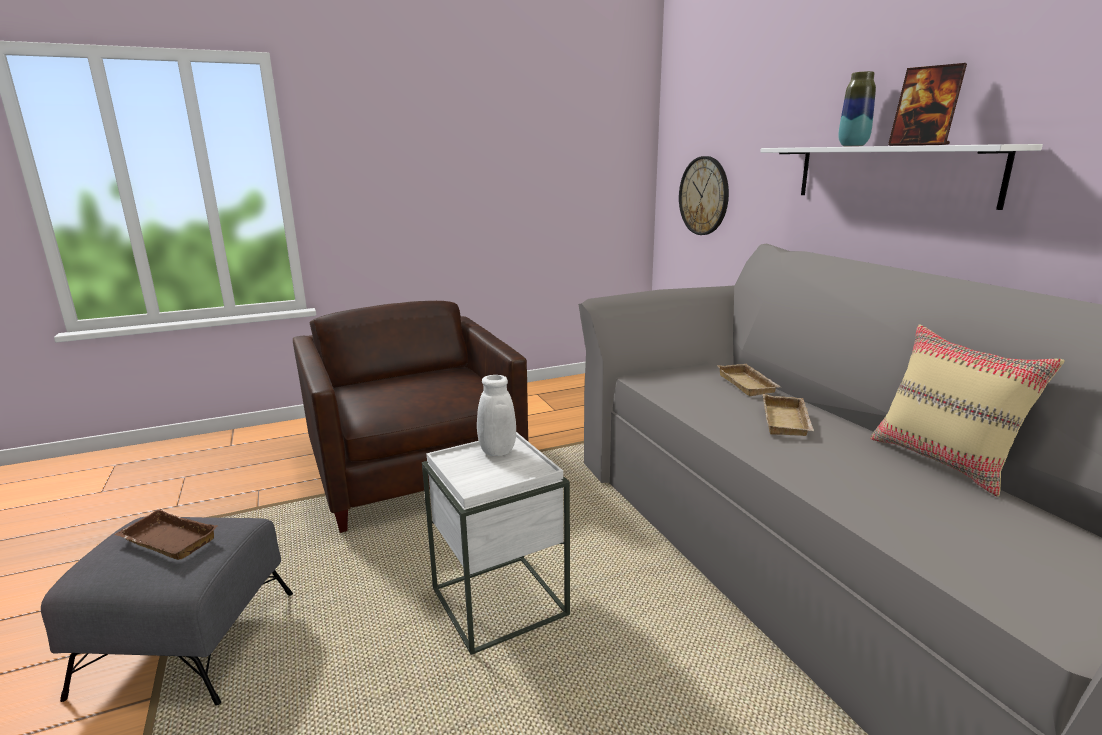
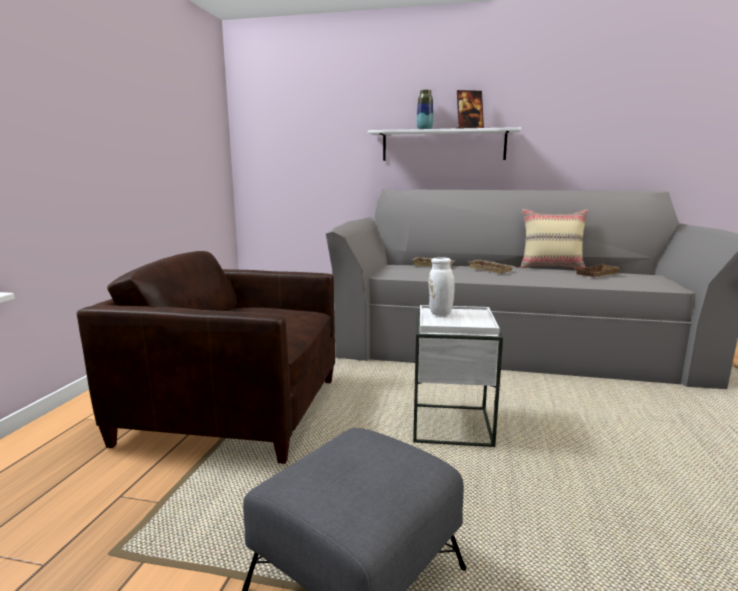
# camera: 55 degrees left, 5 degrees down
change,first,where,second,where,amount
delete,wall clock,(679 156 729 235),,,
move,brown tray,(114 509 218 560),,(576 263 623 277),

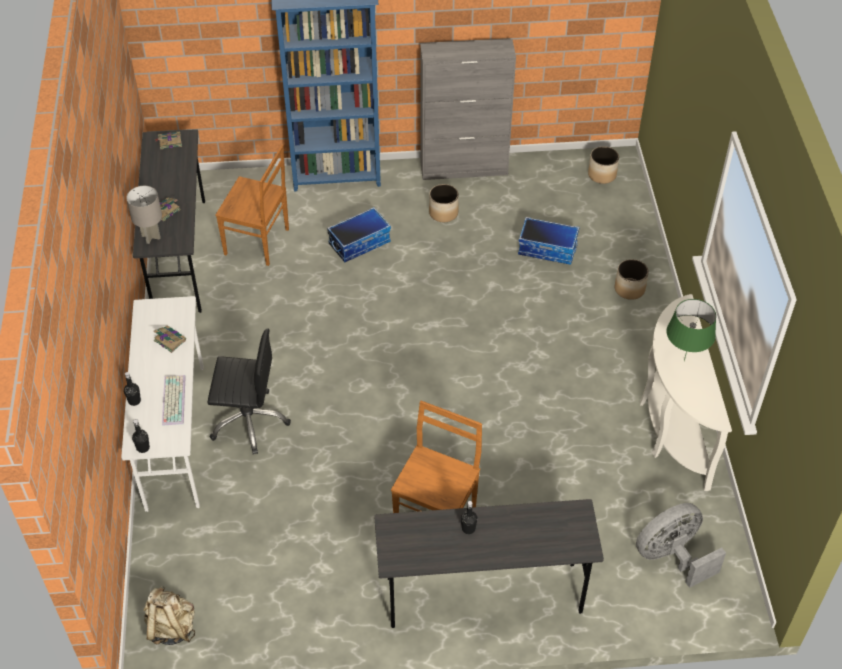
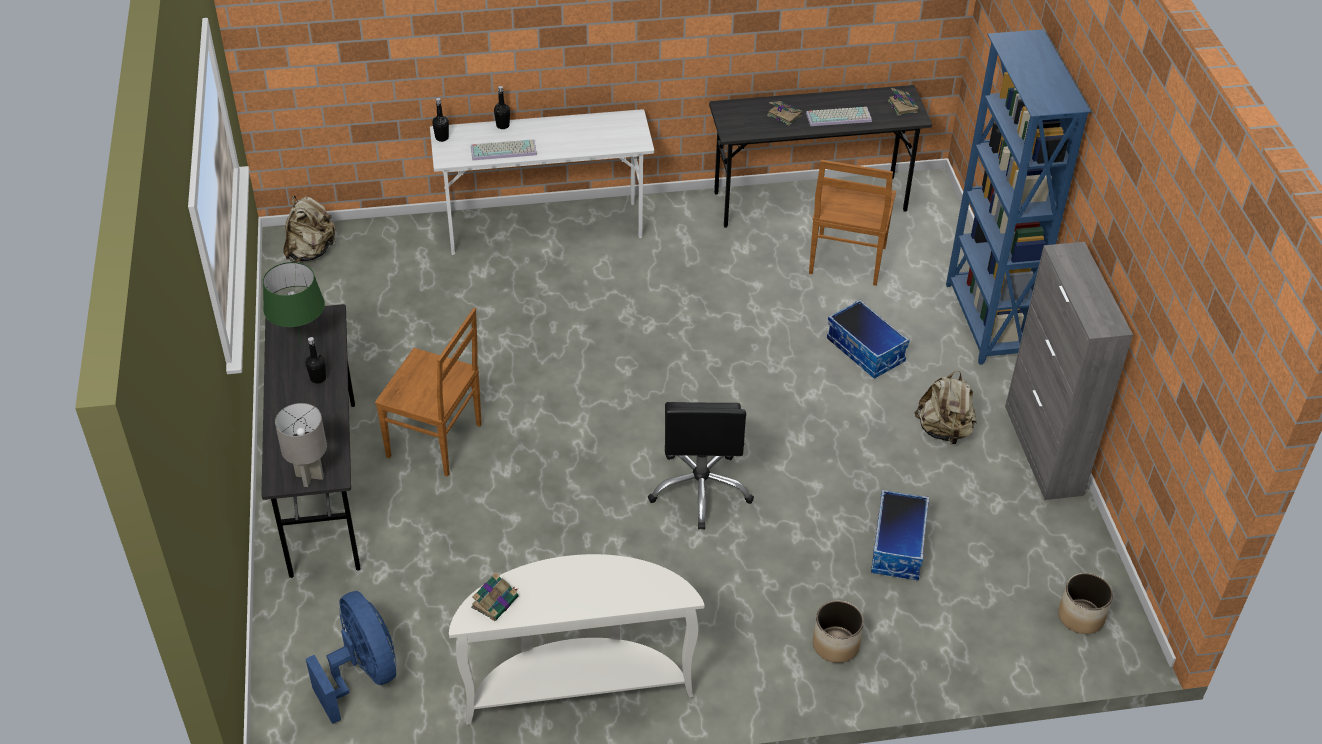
# camera: 85 degrees right, 5 degrees down
change,first,where,second,where,amount
insert,,,keyboard,(806 107 872 126),
move,grey table lamp,(126 186 162 244),,(275 403 327 487),
move,book,(153 325 186 353),,(471 572 519 621),
move,black office chair,(207 328 291 454),,(648 402 754 530),
move,green table lamp,(667 299 716 361),,(263 262 325 346),
replace,planter,(429 184 459 222),beige backpack,(915 371 977 444),
recolor,grey fan,(636 503 726 588),blue fan,(306 591 396 724),

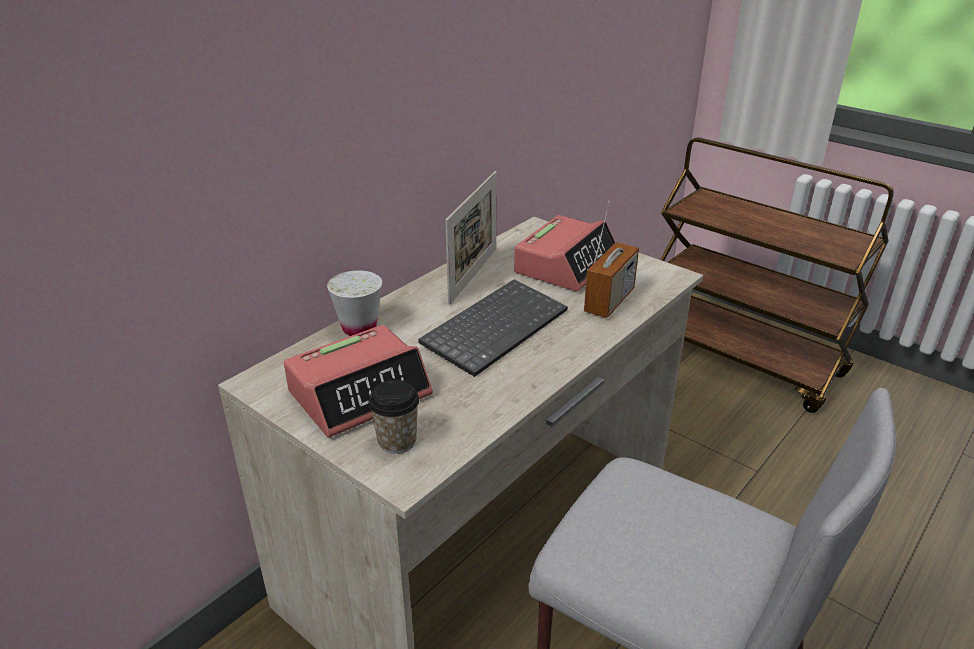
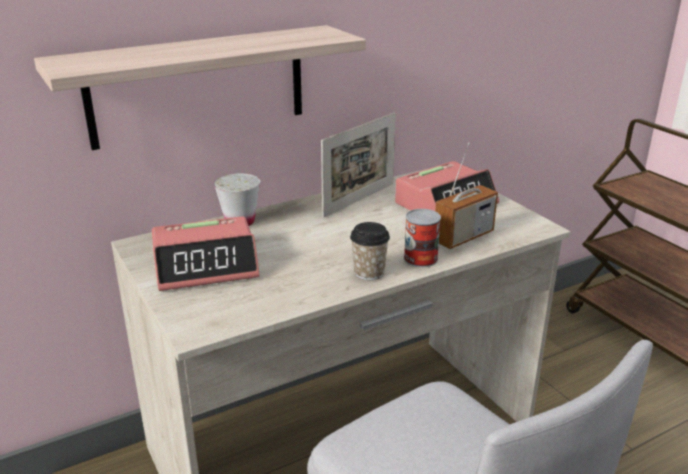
# camera: 20 degrees right, 5 degrees down
change,first,where,second,where,amount
delete,keyboard,(418 279 568 377),,,
insert,,,shelf,(34 25 366 150),
insert,,,can,(404 209 441 267),
move,cup,(368 380 419 454),,(350 222 390 280),

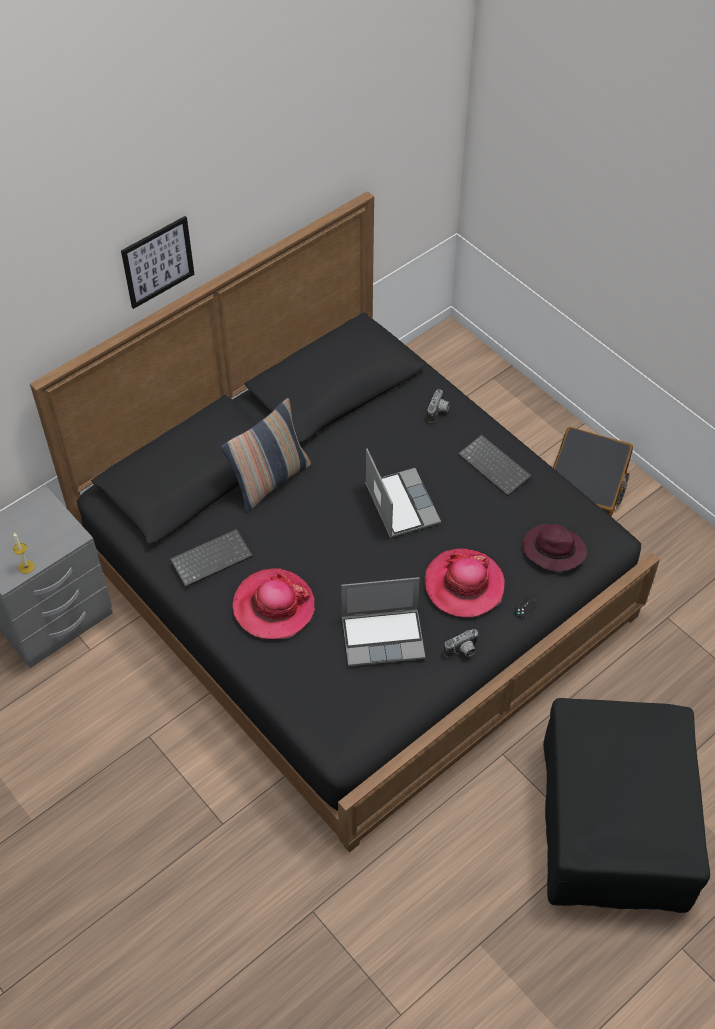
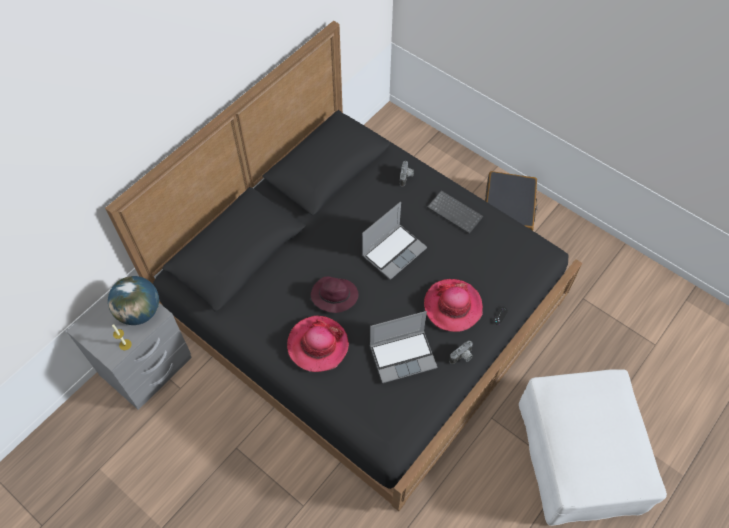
# camera: 10 degrees left, 5 degrees up
change,first,where,second,where,amount
delete,picture,(121 216 195 309),,,
delete,keyboard,(170 529 252 587),,,
delete,pillow,(221 398 311 513),,,
insert,,,globe,(108 276 159 325),
move,purple hat,(522 524 587 572),,(311 276 359 313),
recolor,black ottoman,(543 698 710 913),white ottoman,(519 369 667 526),
rotate,laptop,(365 448 441 538),,(362 202 427 280),75 degrees clockwise

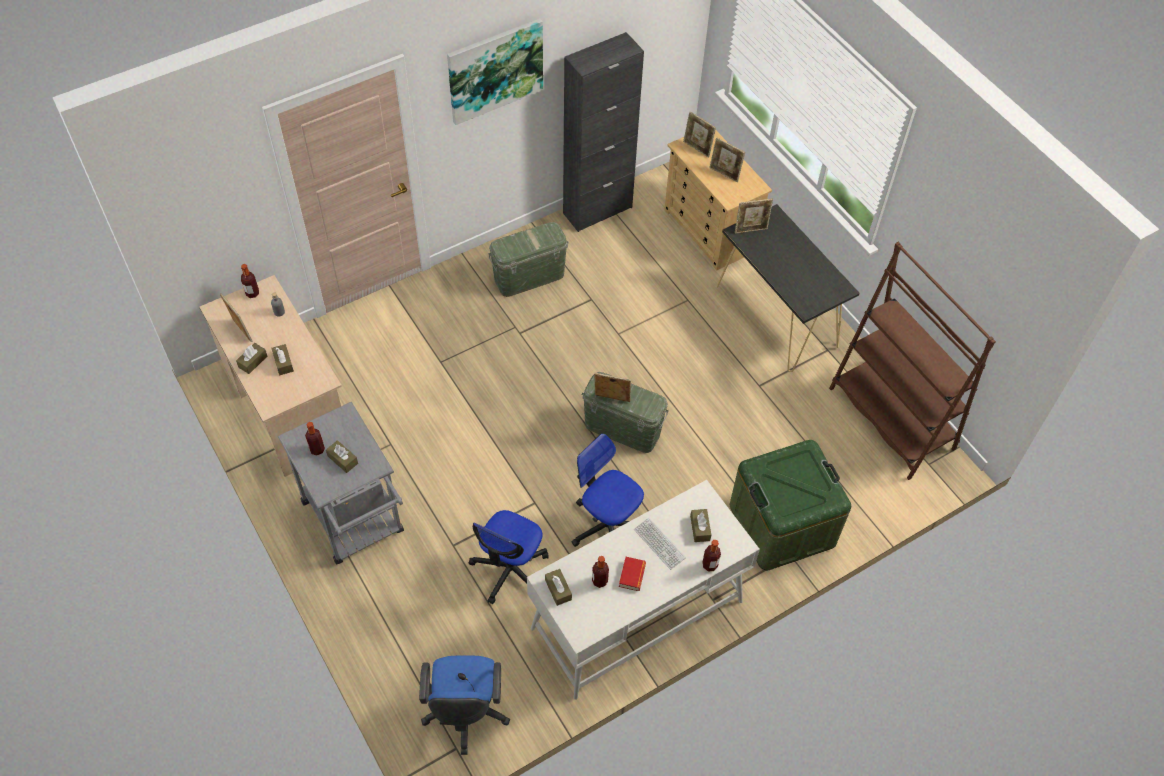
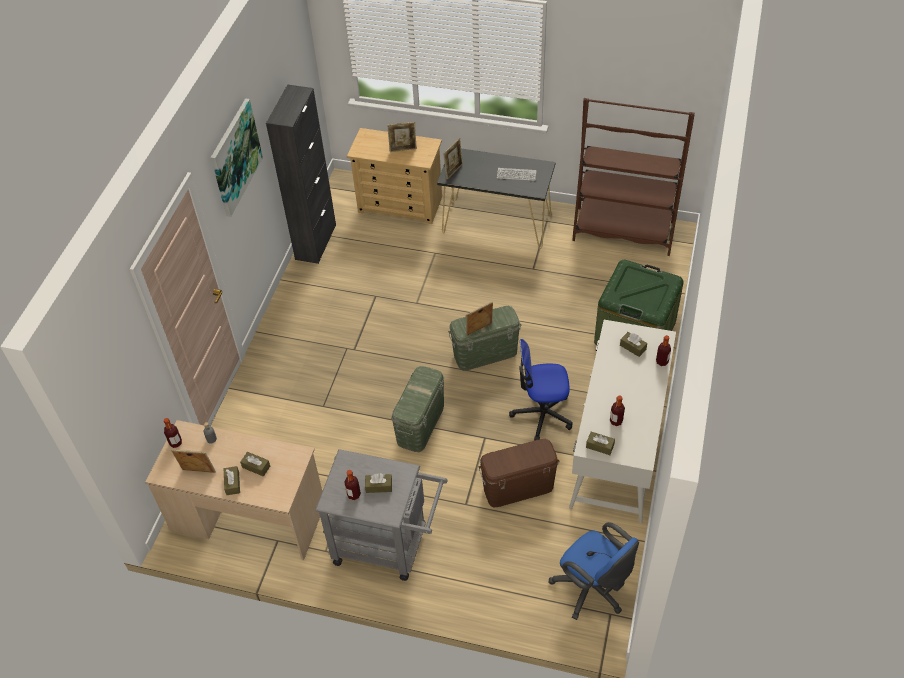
# camera: 40 degrees left, 5 degrees down
change,first,where,second,where,amount
delete,book,(619 557 646 591),,,
delete,picture frame,(683 112 716 158),,,
move,green storage box,(488 222 569 297),,(391 366 444 452),
move,keyboard,(634 518 686 570),,(497 168 536 181),
replace,office chair,(469 510 549 604),brown storage box,(478 439 560 507),

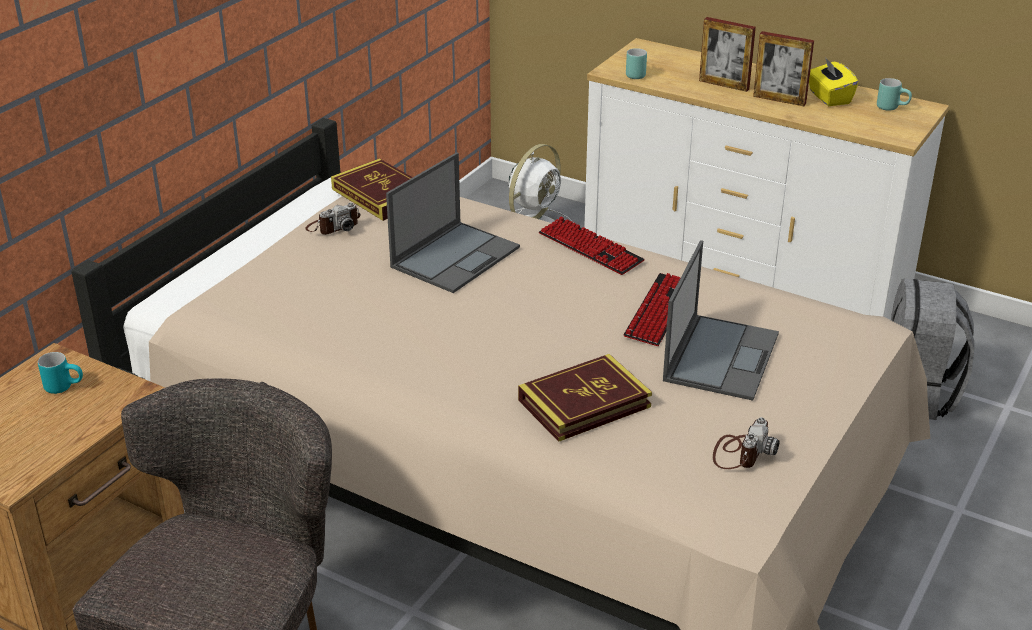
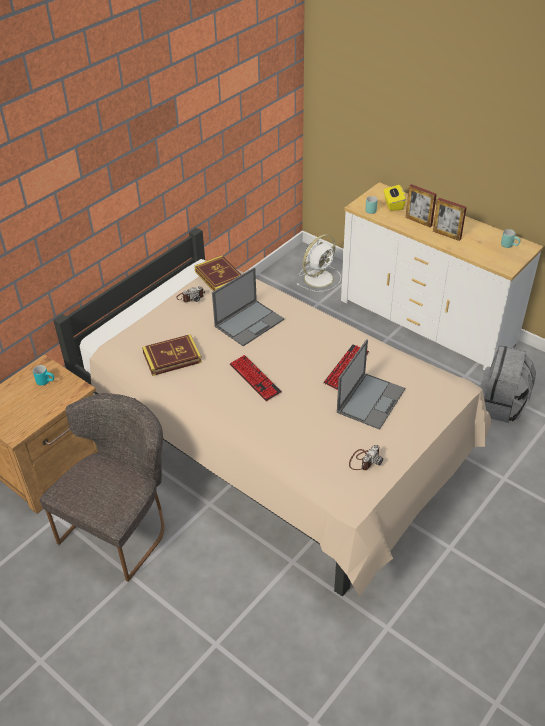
# camera: 10 degrees right, 10 degrees up
change,first,where,second,where,amount
move,book,(518 354 652 442),,(142 334 202 376),
move,keyboard,(539 216 645 275),,(230 355 282 401),
move,yellow tissue box,(809 57 858 106),,(384 185 406 211),

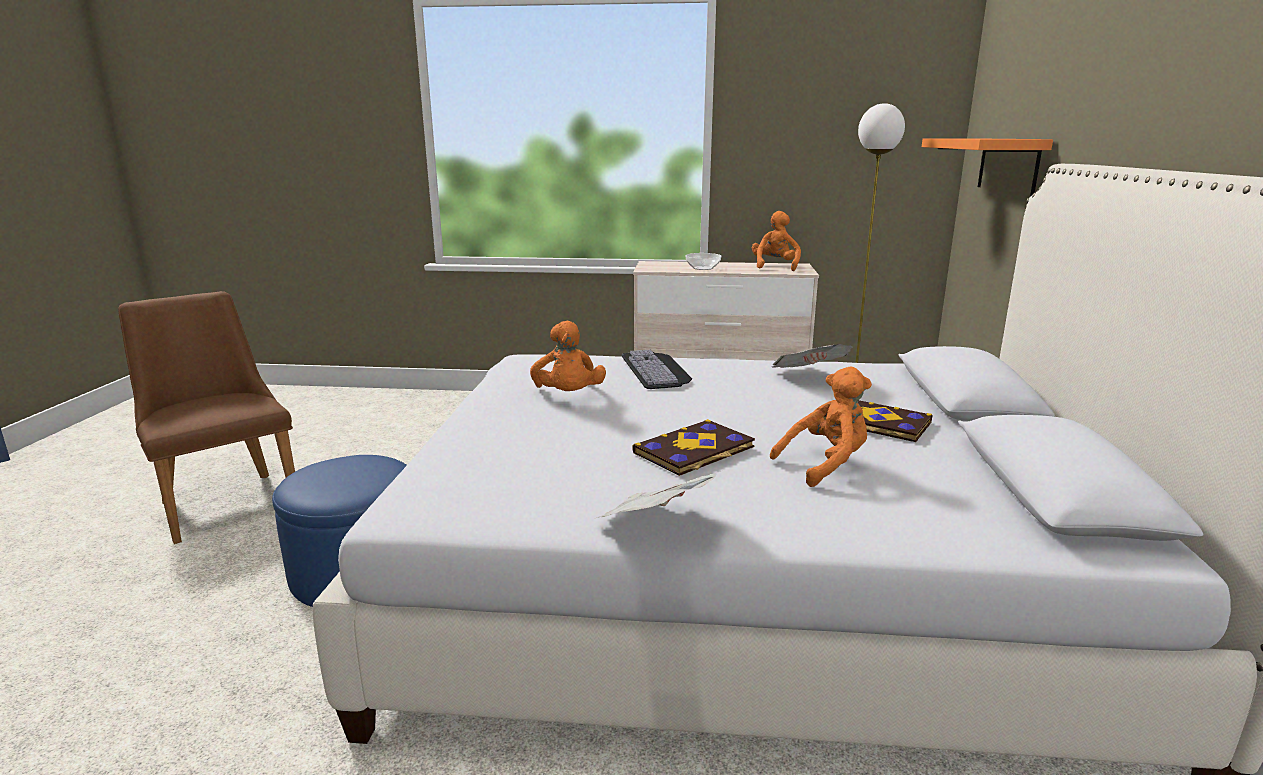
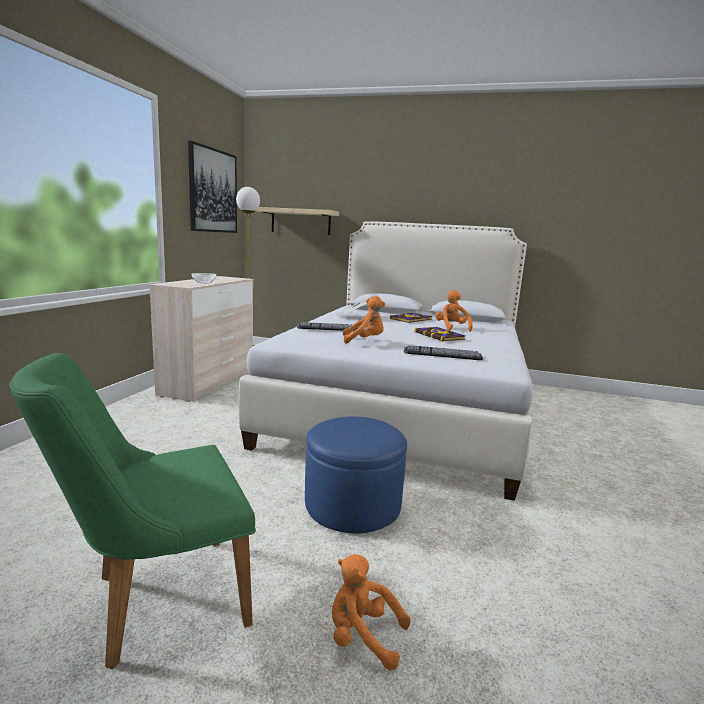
# camera: 80 degrees left, 5 degrees down
change,first,where,second,where,amount
delete,newspaper,(597 471 721 518),,,
insert,,,picture,(188 141 237 233),
insert,,,keyboard,(404 345 483 360),
move,orange plush toy,(752 211 801 271),,(332 554 410 670),
recolor,brown chair,(118 291 295 544),green chair,(10 353 256 670),
recolor,orange shelf,(922 138 1053 196),beige shelf,(255 207 339 235),

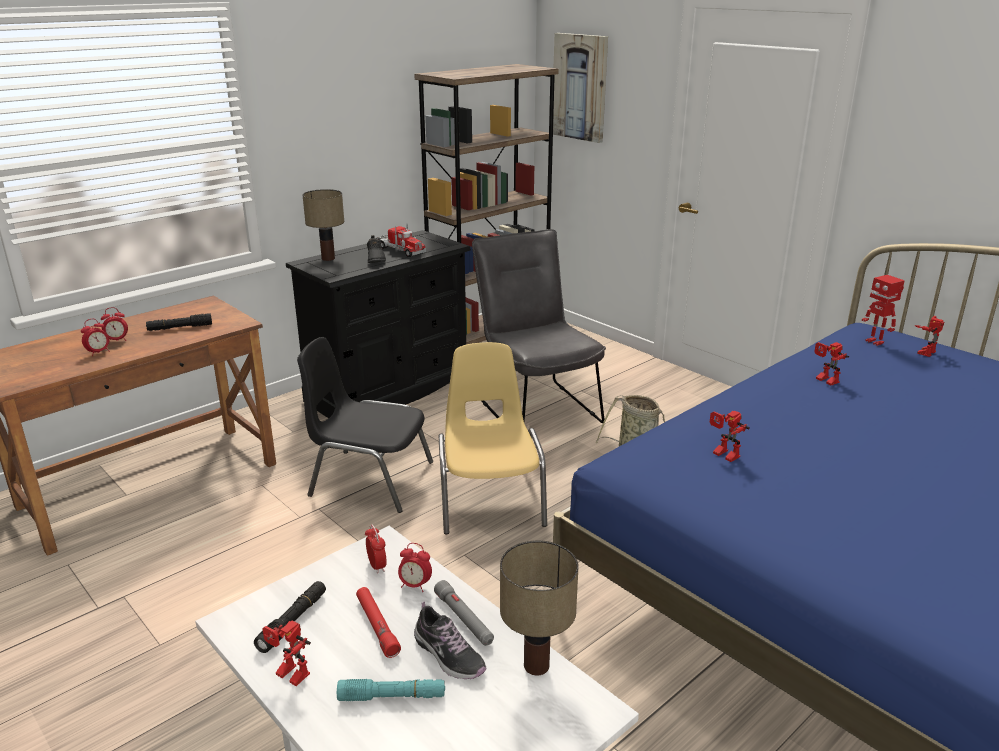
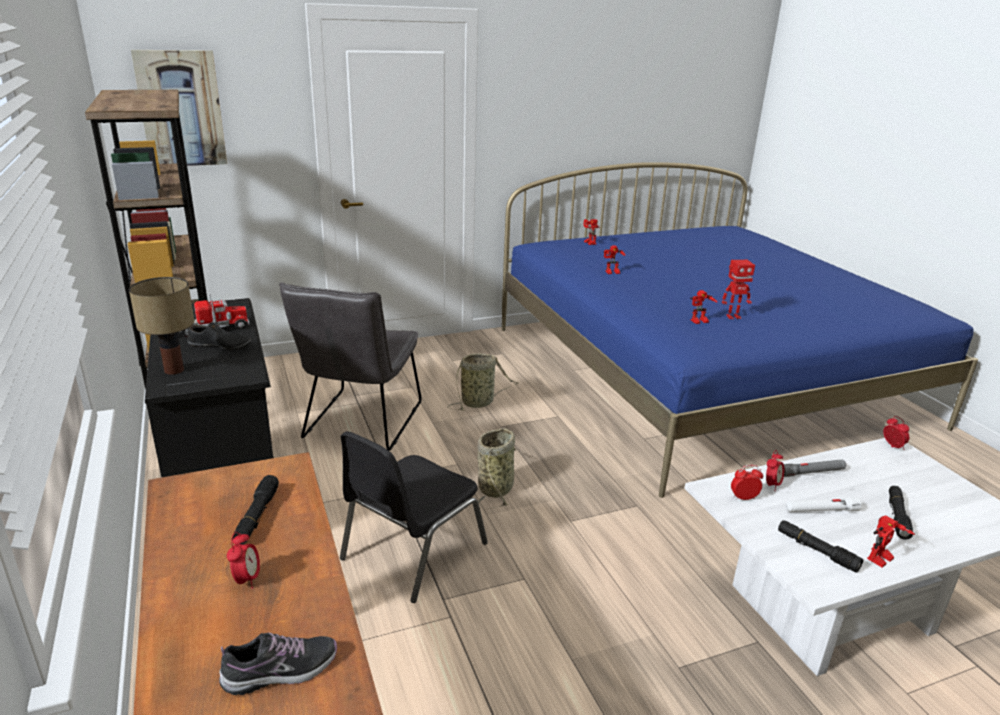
# camera: 70 degrees left, 0 degrees up
change,first,where,second,where,amount
delete,table lamp,(500 540 579 675),,,
move,alarm clock,(81 319 110 356),,(883 416 909 450),
move,shoe,(414 602 486 679),,(219 633 337 695),
move,toy robot,(862 275 905 346),,(722 260 755 319),
replace,yellow chair,(439 342 547 534),basket,(477 428 516 509),
recolor,turquoise flashlight,(337 679 445 701),black flashlight,(889 486 913 540),
recolor,red flashlight,(356 587 401 658),white flashlight,(785 497 862 512),
rotate,grey chair,(472 229 606 423),,(279 282 422 451),75 degrees counterclockwise

